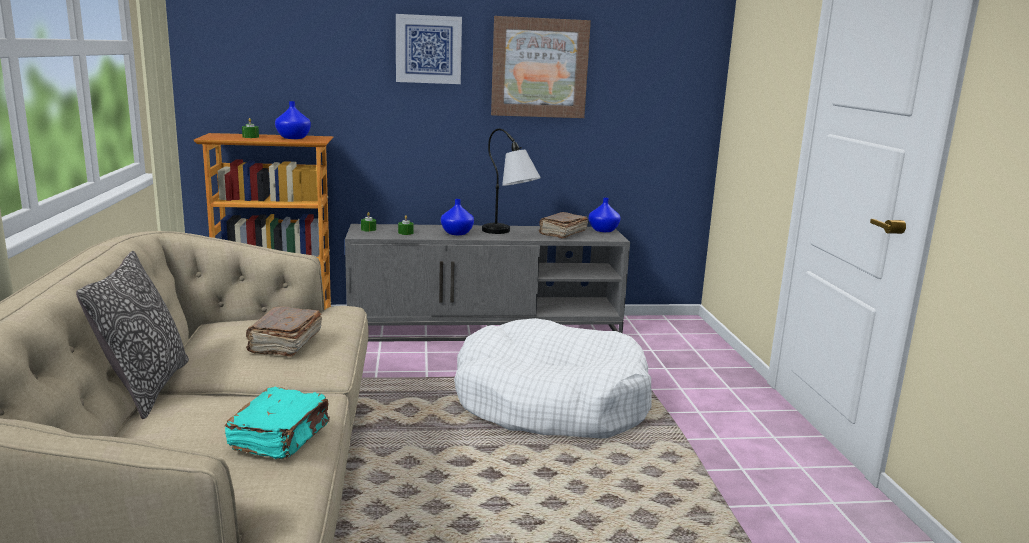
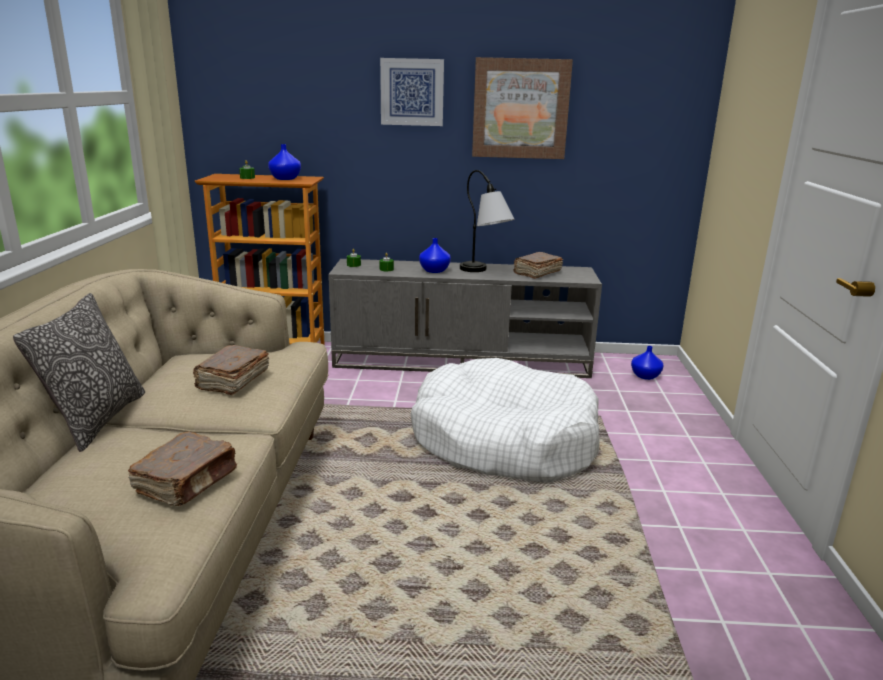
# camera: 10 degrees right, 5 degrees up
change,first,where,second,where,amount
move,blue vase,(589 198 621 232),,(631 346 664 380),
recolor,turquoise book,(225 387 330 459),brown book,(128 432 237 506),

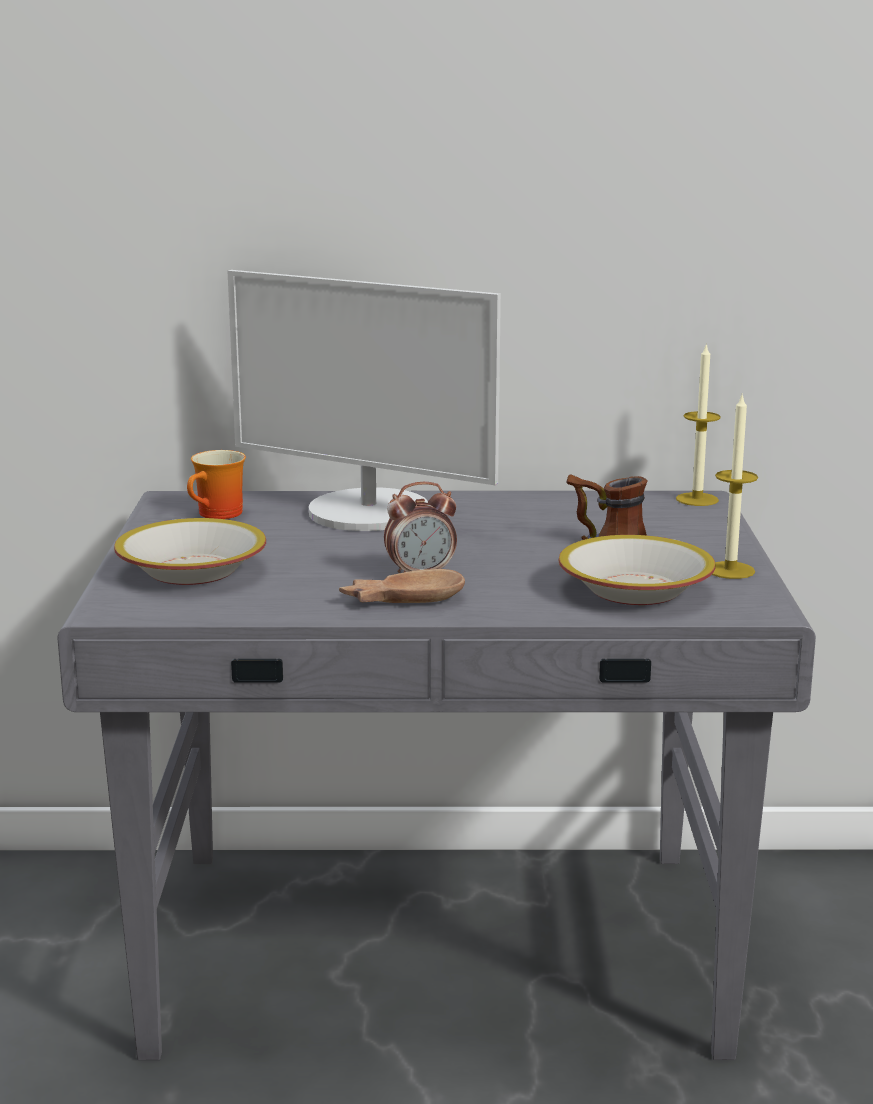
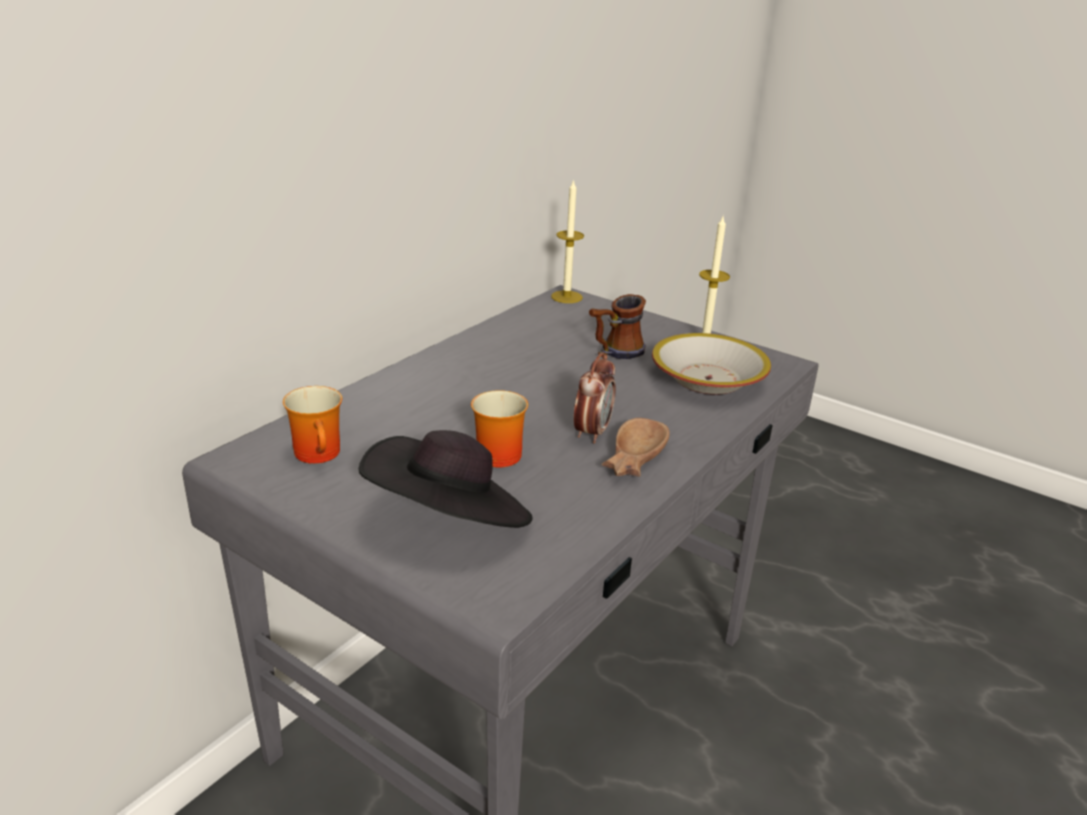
# camera: 55 degrees left, 10 degrees up
change,first,where,second,where,amount
delete,monitor,(227 270 501 531),,,
insert,,,mug,(471 390 528 468),
replace,bowl,(114 518 266 585),black hat,(359 430 533 528),

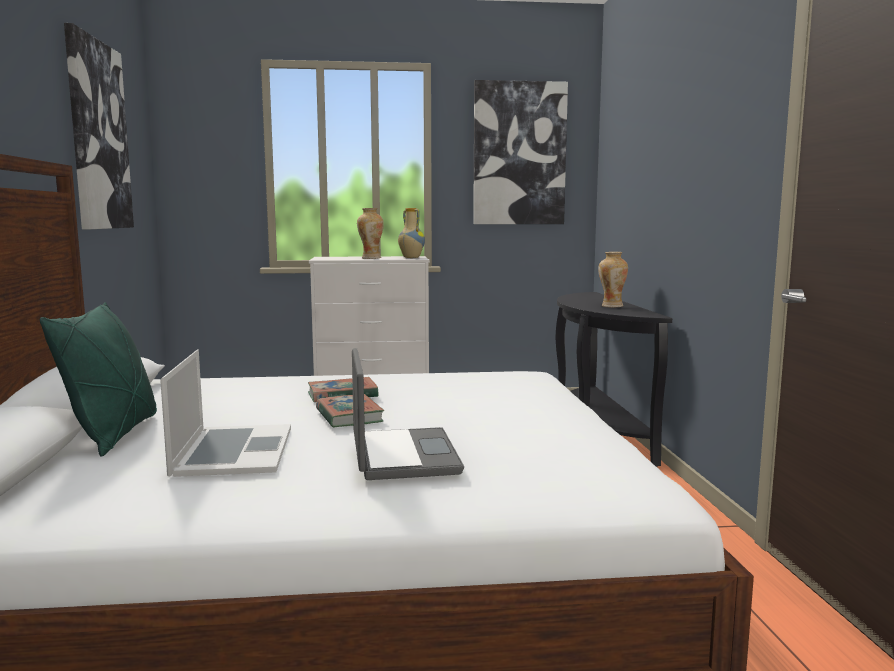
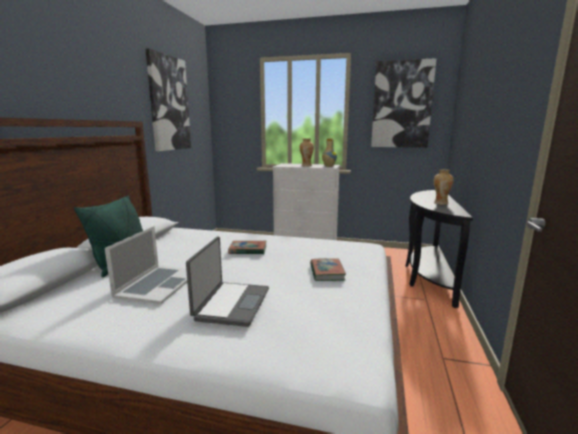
# camera: 20 degrees right, 5 degrees up
change,first,where,second,where,amount
move,book,(316 394 384 428),,(310 258 346 281),

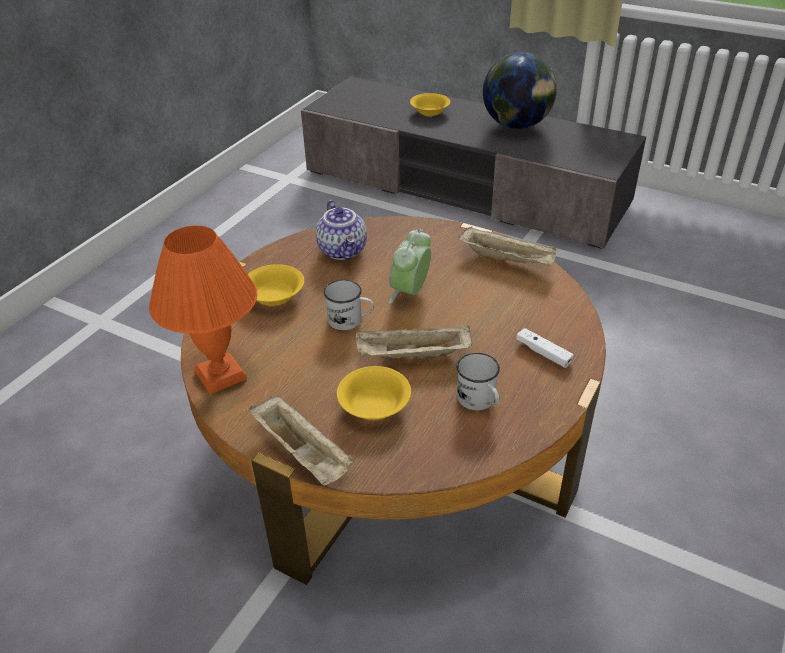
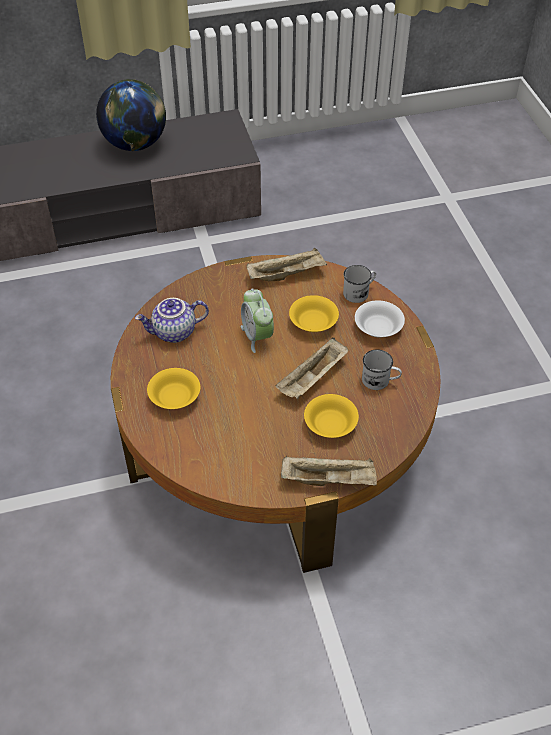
# camera: 45 degrees left, 10 degrees up
change,first,where,second,where,amount
delete,orange table lamp,(149 225 257 395),,,
move,white mug,(324 280 374 330),,(343 265 376 303),
move,yellow bowl,(410 93 450 116),,(289 295 339 332),
replace,white game controller,(516 328 574 368),white bowl,(355 300 405 338),
rotate,teapot,(316 200 367 260),,(135 298 209 343),135 degrees clockwise

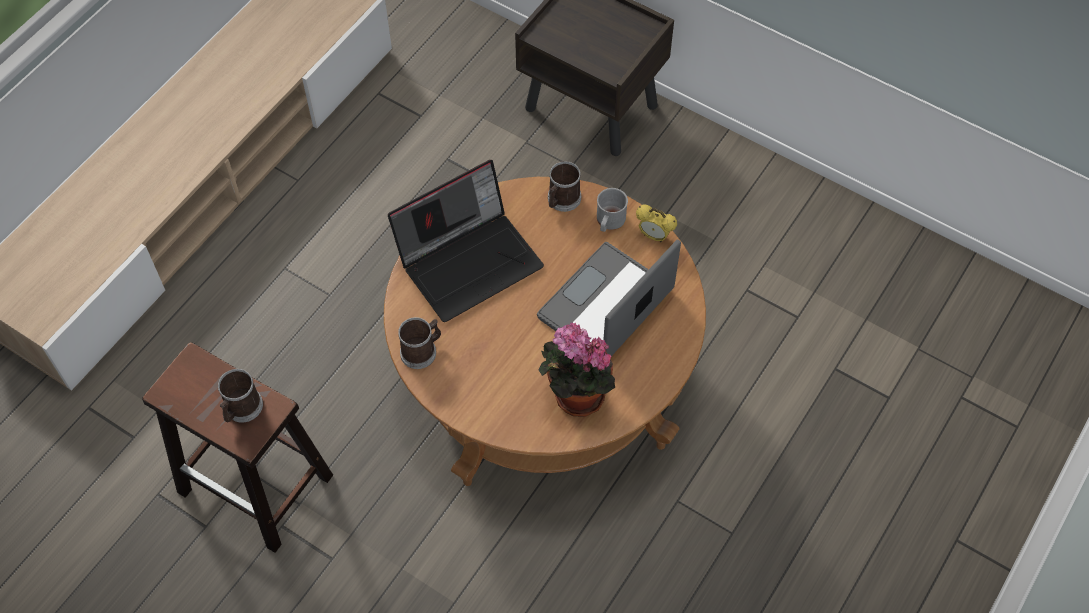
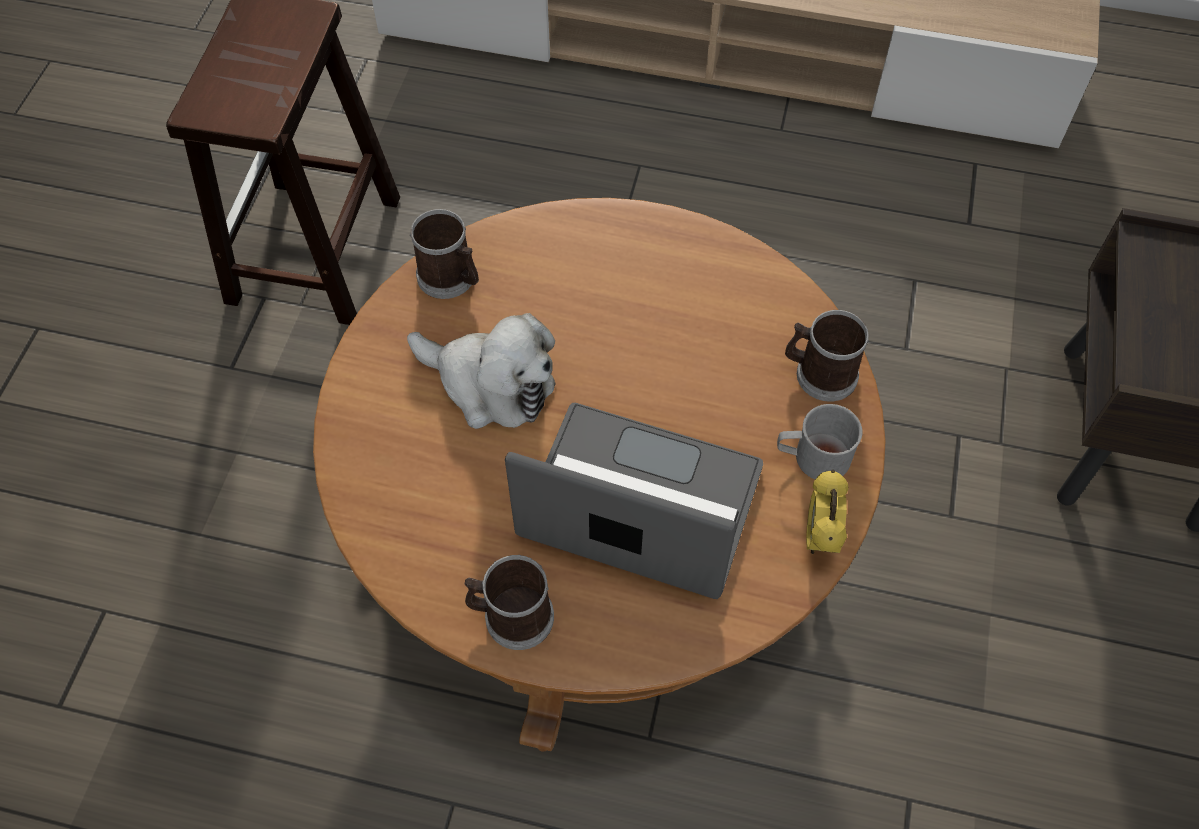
# camera: 70 degrees right, 0 degrees up
change,first,where,second,where,amount
delete,laptop,(388 160 544 322),,,
delete,potted plant,(539 323 615 417),,,
insert,,,plush toy,(407 313 556 429),
move,mug,(218 369 263 423),,(465 555 554 650),

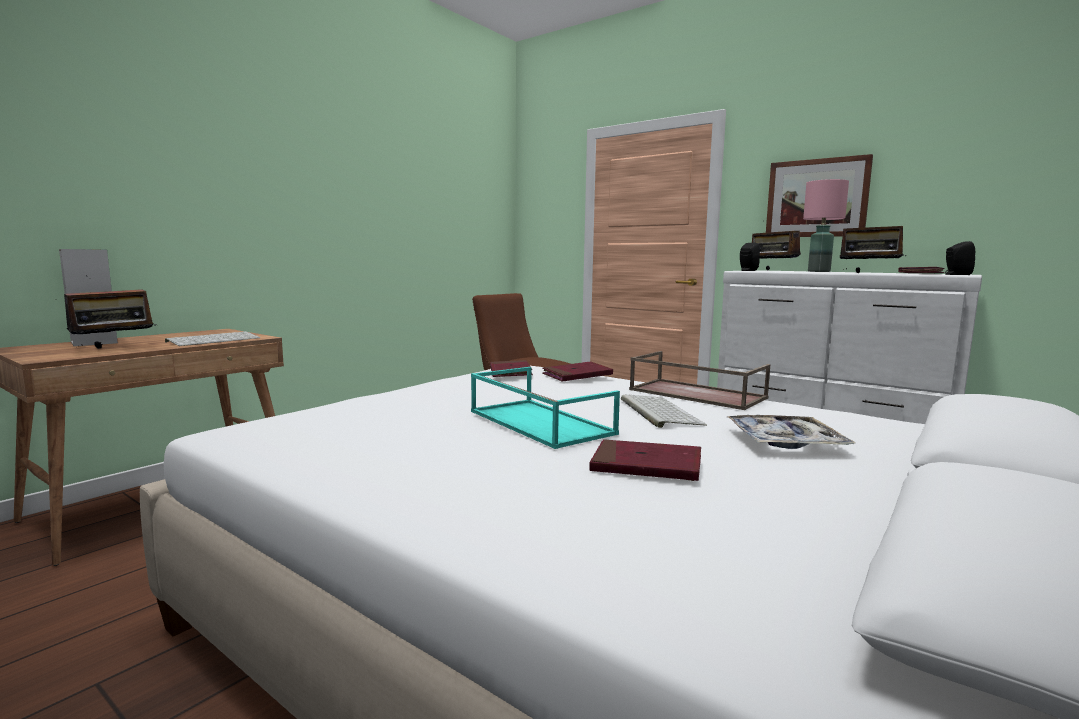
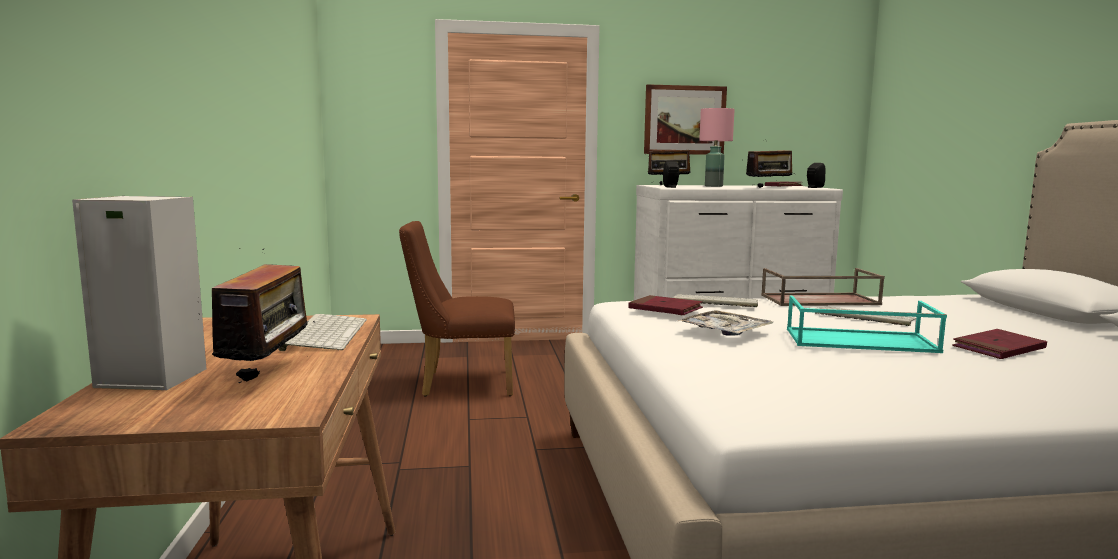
# camera: 45 degrees left, 0 degrees up
change,first,where,second,where,amount
move,tray,(727 415 855 449),,(678 310 774 336),
replace,red book,(542 361 613 382),keyboard,(673 294 758 307),

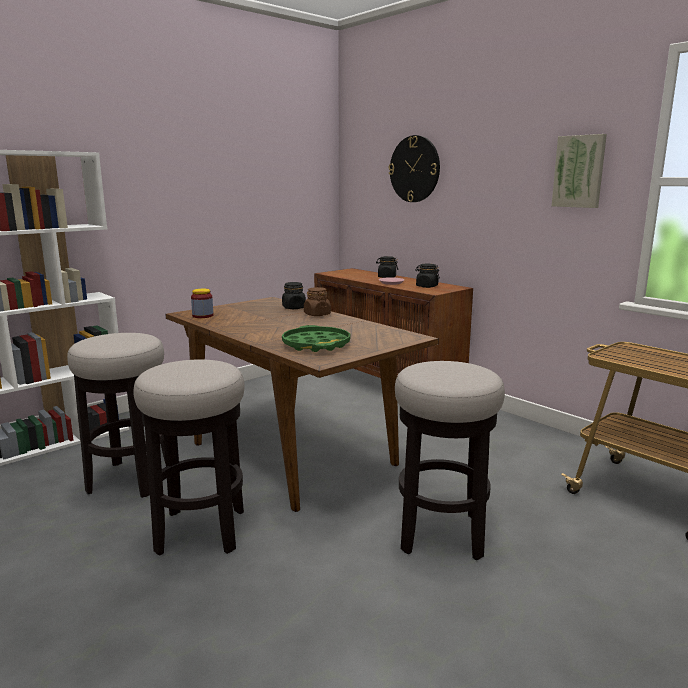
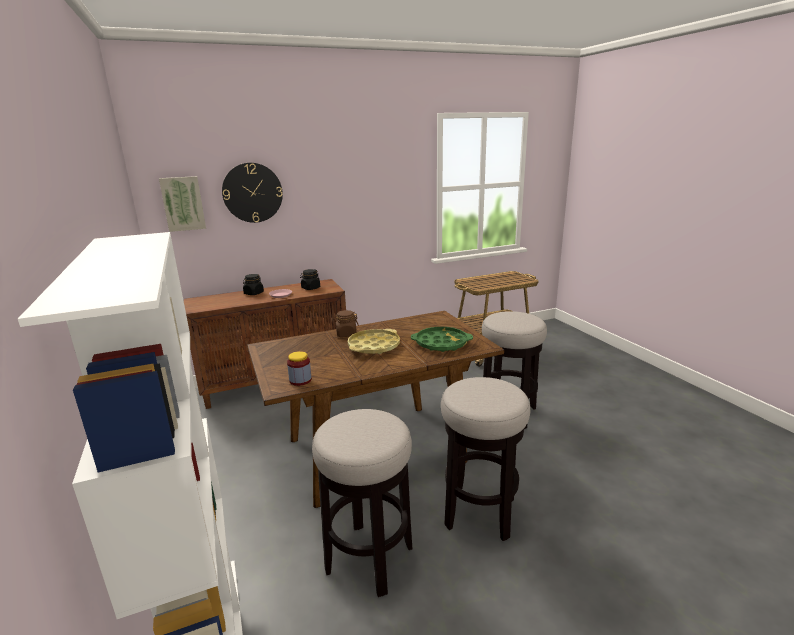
# camera: 70 degrees left, 5 degrees up
change,first,where,second,where,amount
delete,black jar,(282 282 306 309),,,
insert,,,yellow tray,(348 329 400 354),
move,picture,(552 134 607 208),,(159 176 206 232),

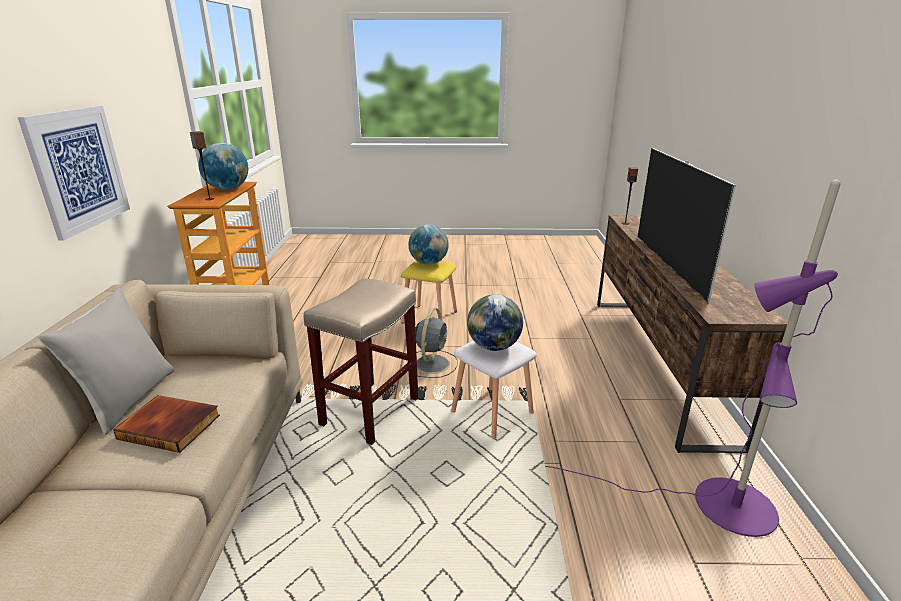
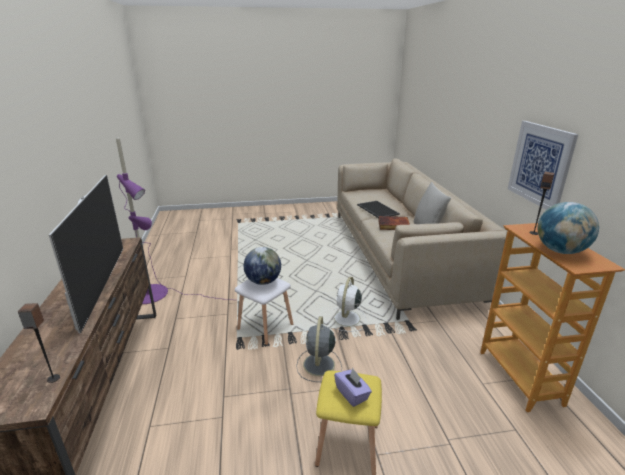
# camera: 170 degrees right, 0 degrees up
change,first,where,second,where,amount
insert,,,tray,(357 201 400 218),
replace,beige stool,(304 279 418 445),white fan,(331 277 366 332),
replace,globe,(408 224 449 265),purple tissue box,(334 368 372 407),

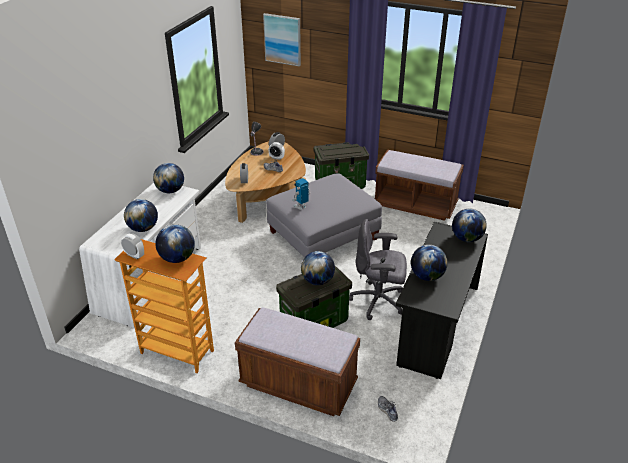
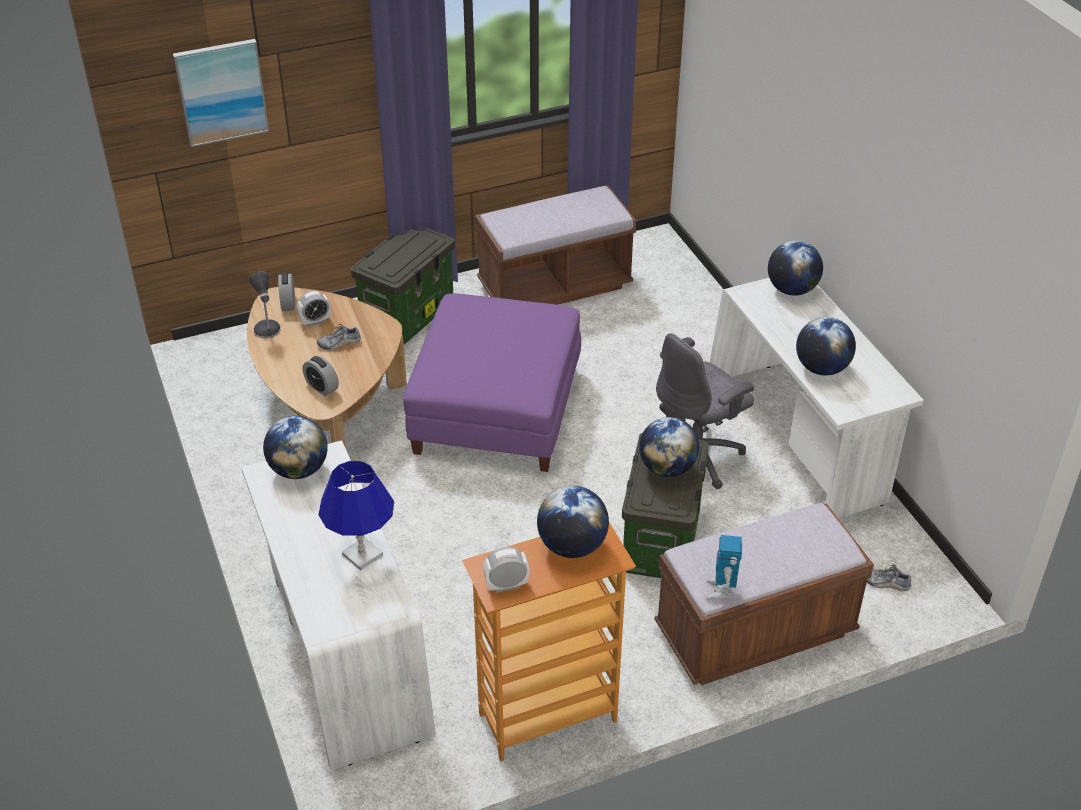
# camera: 45 degrees left, 5 degrees up
change,first,where,second,where,amount
move,toy robot,(292 178 310 210),,(705 535 742 601),
replace,globe,(124 199 158 232),blue table lamp,(319 461 394 570),
recolor,grey ottoman,(266 173 382 258),purple ottoman,(403 293 581 472),
recolor,black desk,(396 222 488 379),white desk,(710 278 924 519),

